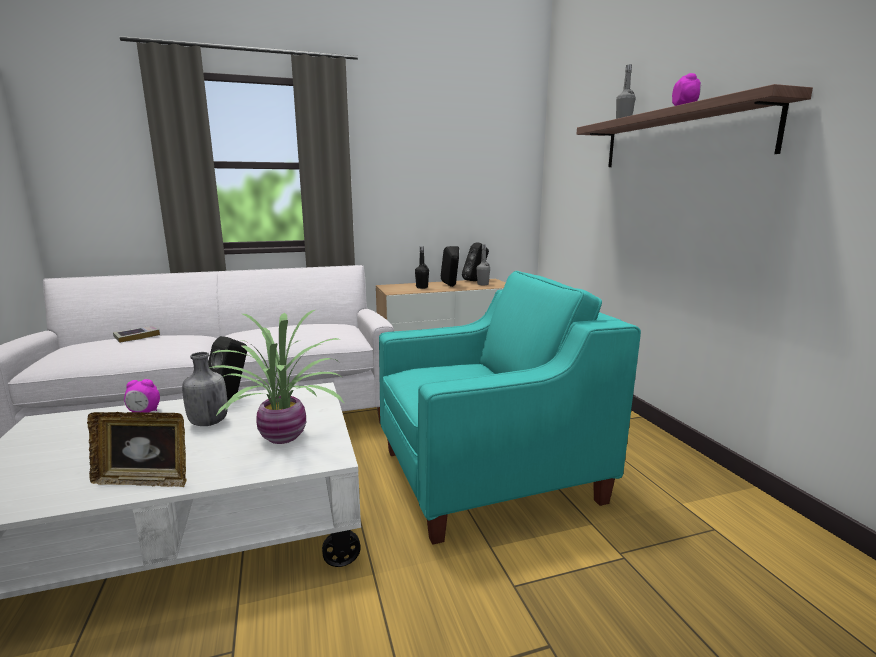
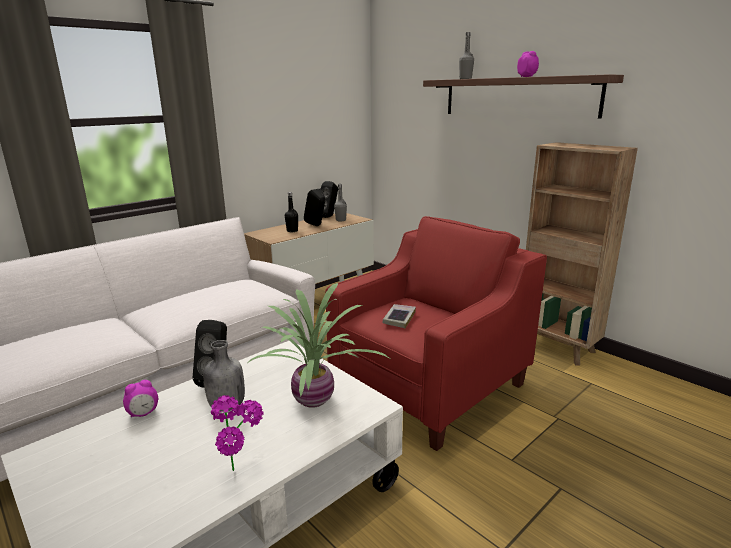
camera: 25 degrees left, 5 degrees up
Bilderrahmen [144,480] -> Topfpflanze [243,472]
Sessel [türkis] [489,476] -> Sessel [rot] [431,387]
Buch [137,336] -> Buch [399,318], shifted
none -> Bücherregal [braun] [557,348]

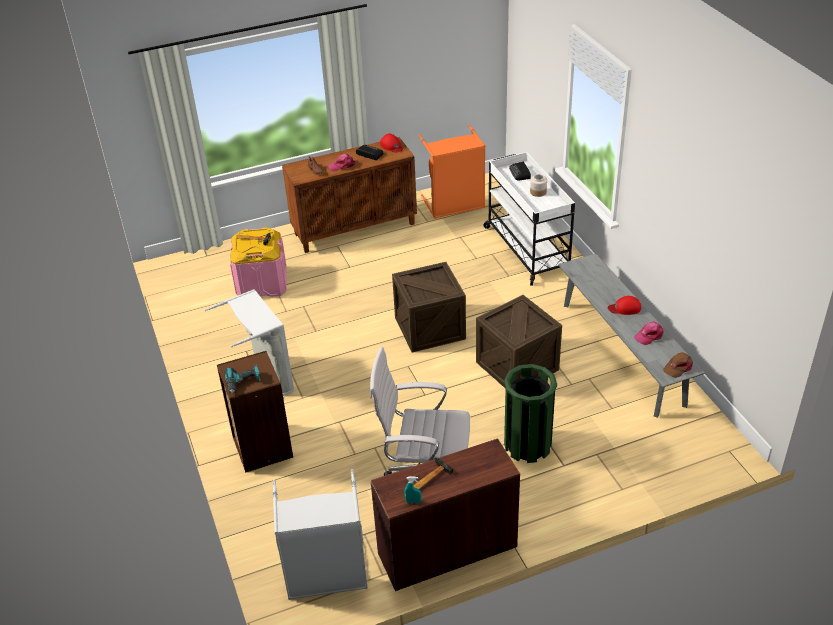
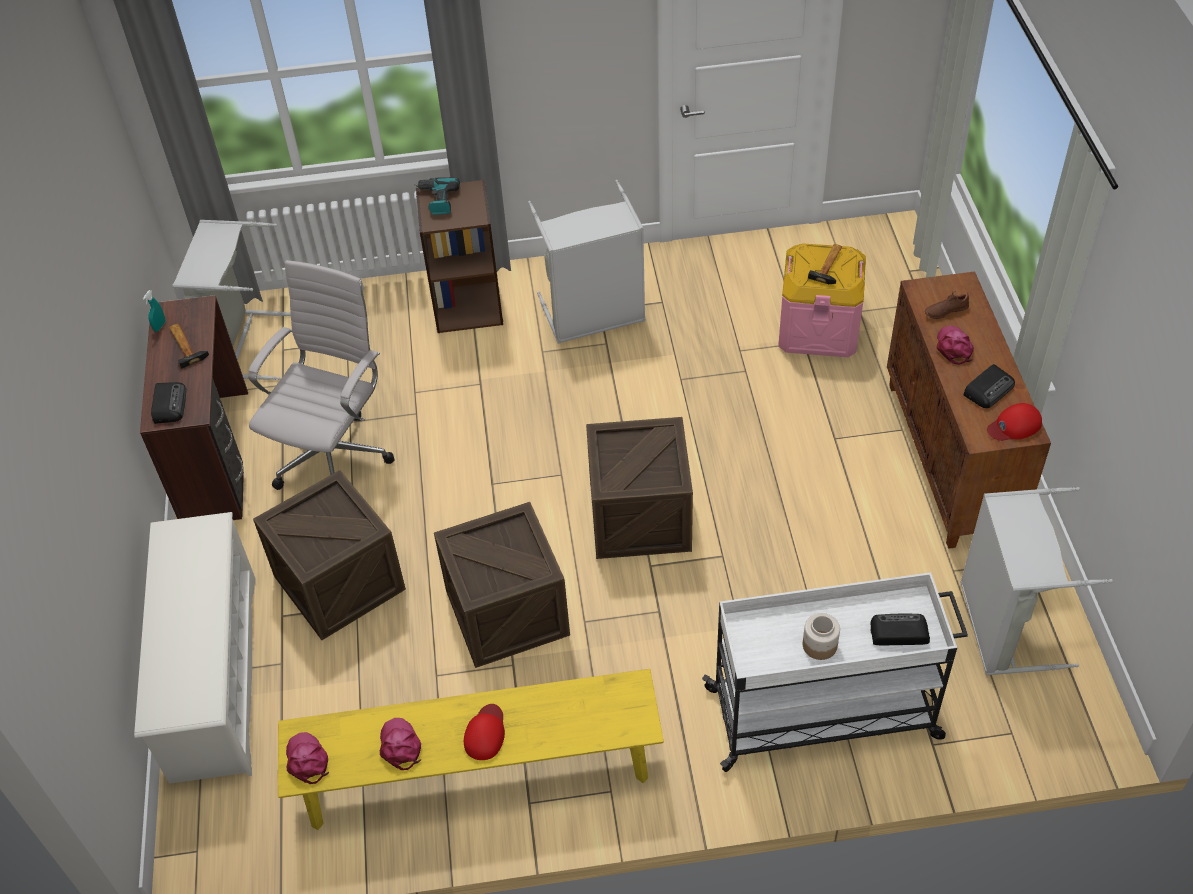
camera: 105 degrees right, 10 degrees up
none -> Schuhregal [weiß] [214,677]
none -> Radio [169,404]
Mülleimer [grün] [527,445] -> Kiste [339,582]
Bank [grau] [622,353] -> Bank [gelb] [478,776]
Kappe [braun] [678,367] -> Kappe [rosa] [307,760]
Wäschekorb [orange] [454,205] -> Wäschekorb [grau] [1002,626]

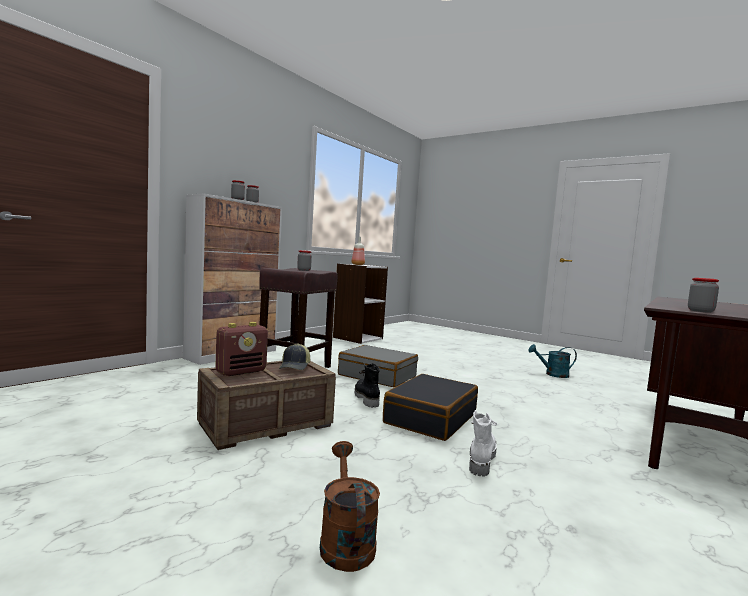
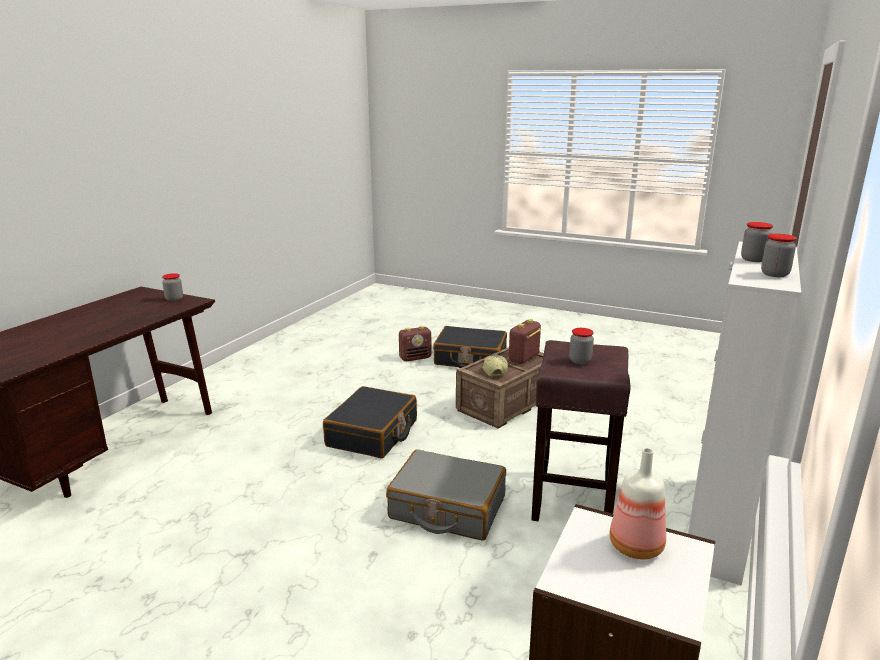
camera: 170 degrees right, 15 degrees up
Gießkanne [braun] [345,540] -> Radio [415,358]
none -> Koffer [schwarz] [470,359]
Stiefel [schwarz] [365,398] -> none
Stiefel [weiß] [480,459] -> none
Gießkanne [türkis] [552,374] -> none

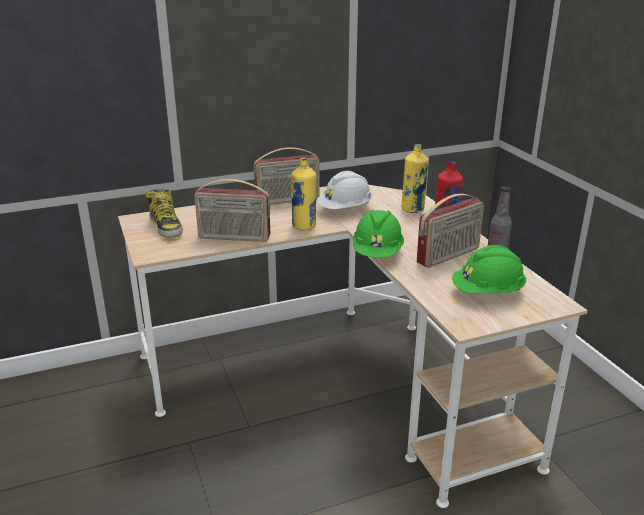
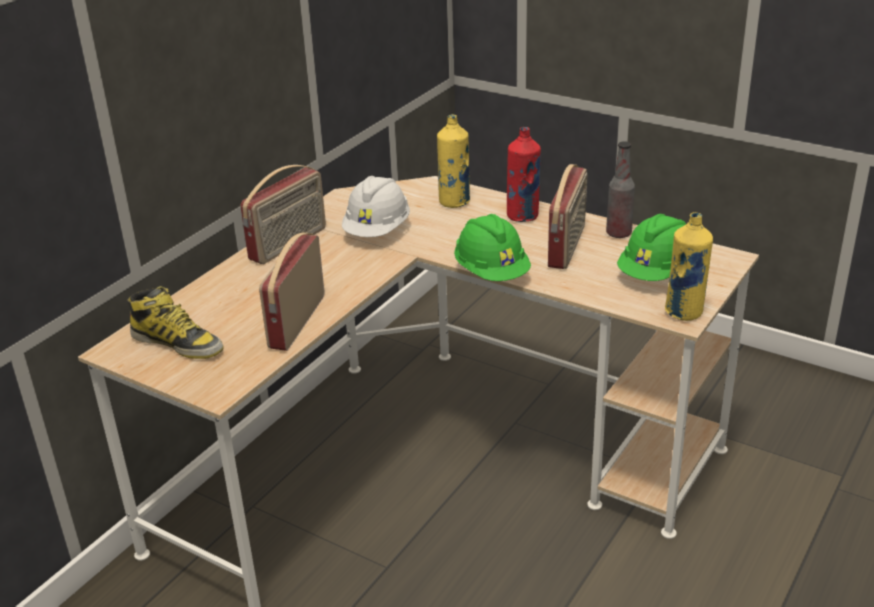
camera: 35 degrees left, 5 degrees up
Radio [234,238] -> Radio [296,322], 135 degrees clockwise
Flasche [gelb] [304,226] -> Flasche [gelb] [684,312], shifted

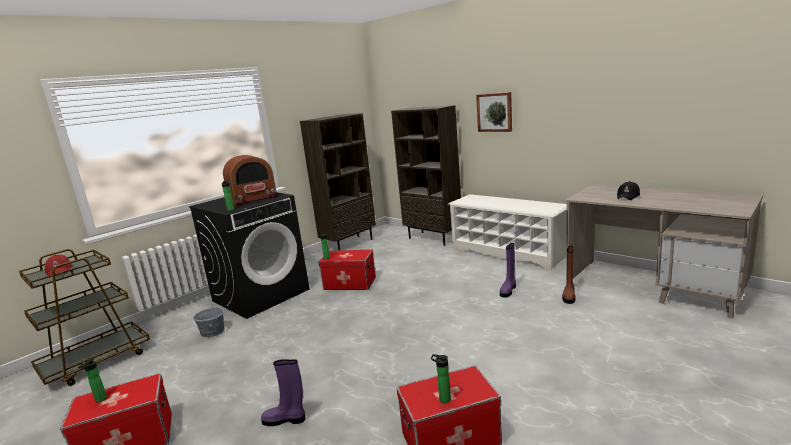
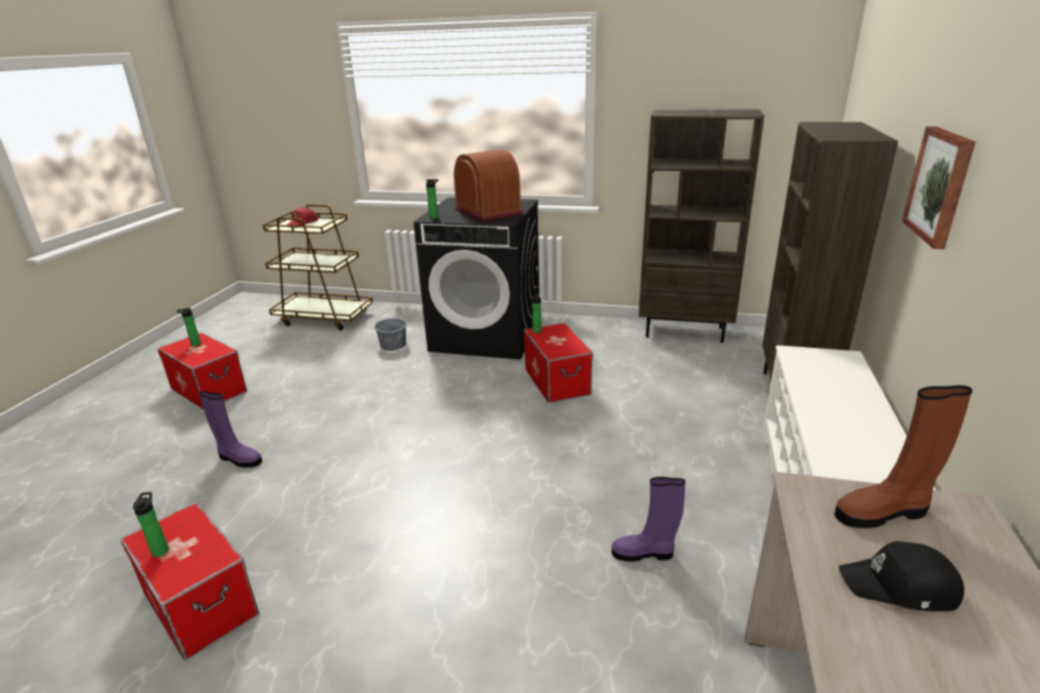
camera: 60 degrees right, 10 degrees up
Stiefel [lila] [285,420] -> Stiefel [lila] [238,459], 135 degrees clockwise
Radio [252,198] -> Radio [488,212], 150 degrees counterclockwise
Stiefel [braun] [569,296] -> Stiefel [braun] [883,513], shifted

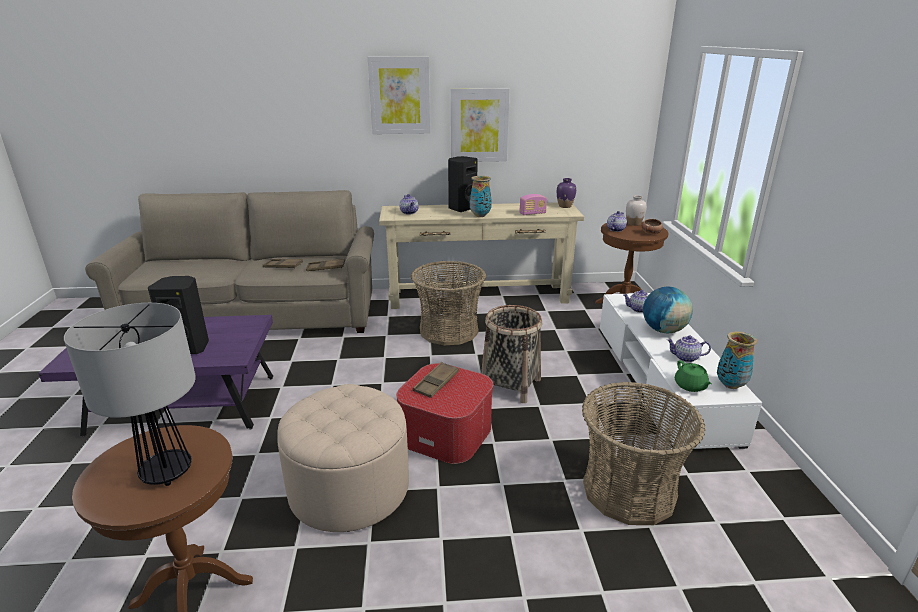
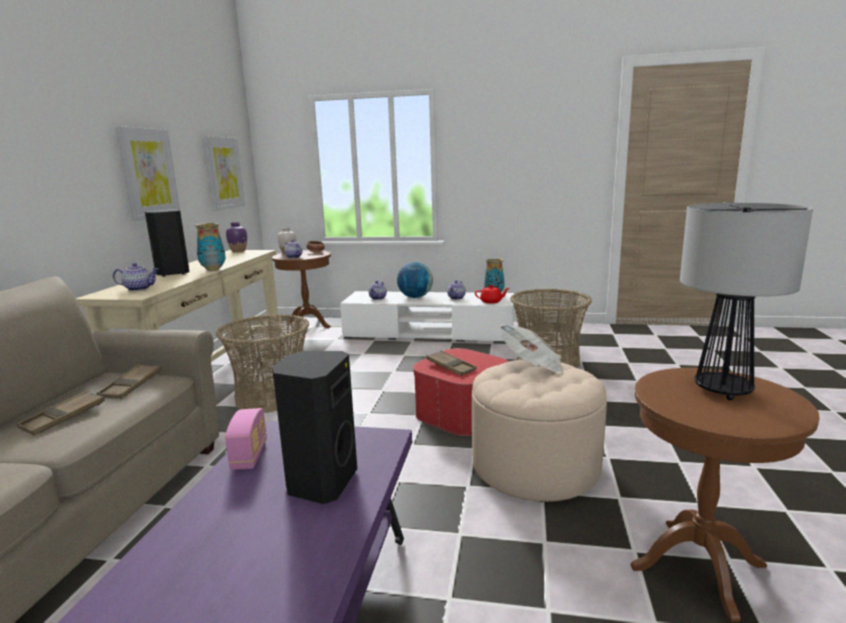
camera: 75 degrees left, 10 degrees down
Bild [399,96] -> Bild [223,173], shifted
Radio [532,213] -> Radio [249,455], shifted
Teekanne [grün] [690,386] -> Teekanne [rot] [491,301]
none -> Zeitung [532,365]
Korb [511,385] -> none

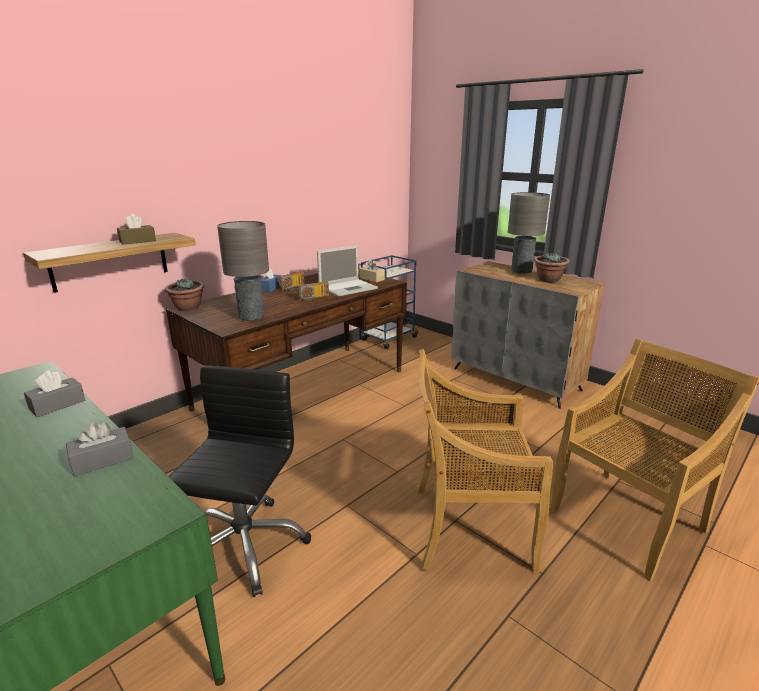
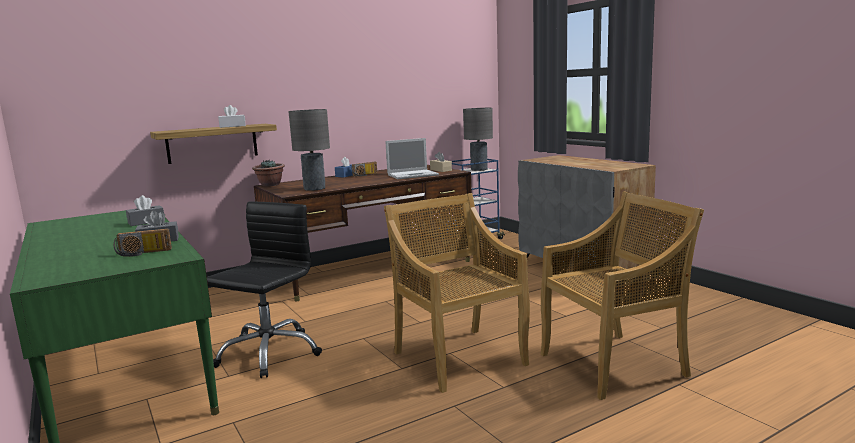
camera: 15 degrees right, 10 degrees down
Radio [313,298] -> Radio [143,253], shifted
Taschentuchbox [braun] [137,241] -> Taschentuchbox [weiß] [232,126]
Stuhl [beige] [469,528] -> Stuhl [beige] [458,357], 45 degrees clockwise
Tischlampe [grau] [521,271] -> Tischlampe [grau] [478,169], shifted
Topfpflanze [549,280] -> none

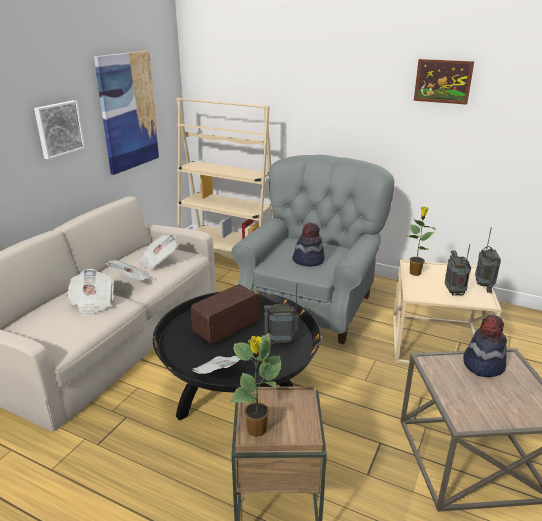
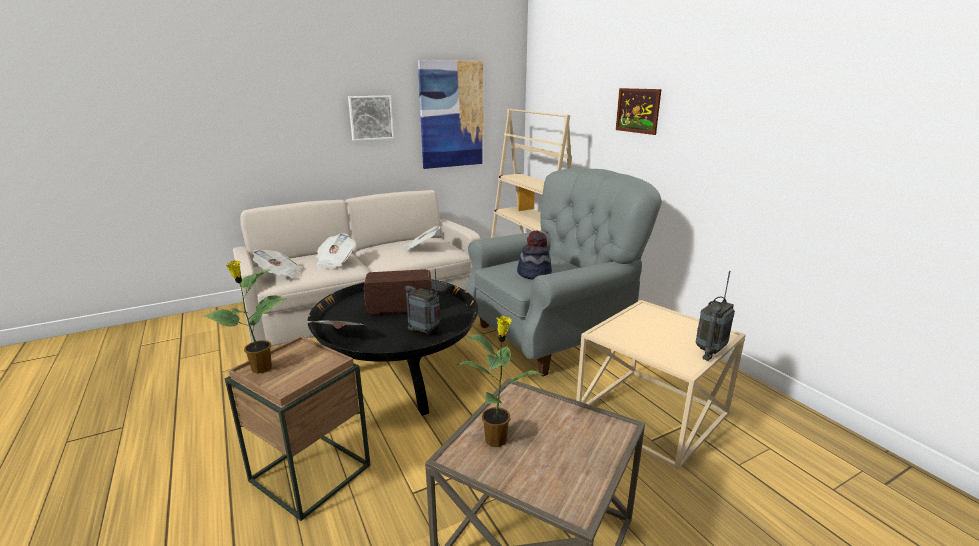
camera: 35 degrees right, 5 degrees down
Zeitung [132,281] -> Zeitung [280,275], shifted
Topfpflanze [415,272] -> Topfpflanze [497,439], shifted
Bild [443,81] -> Bild [638,110], shifted
Radio [454,292] -> none
Hut [483,364] -> none

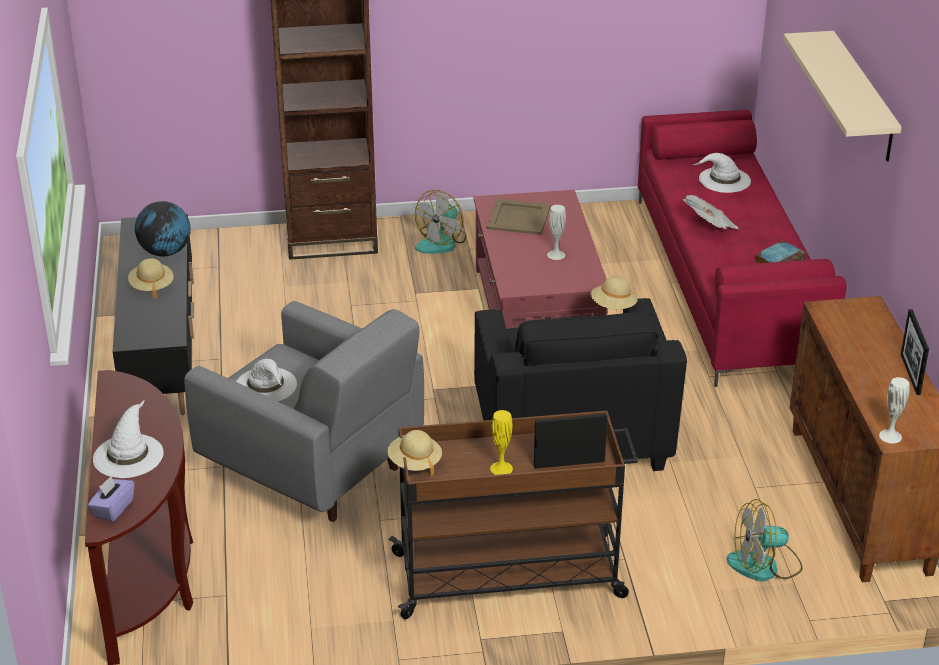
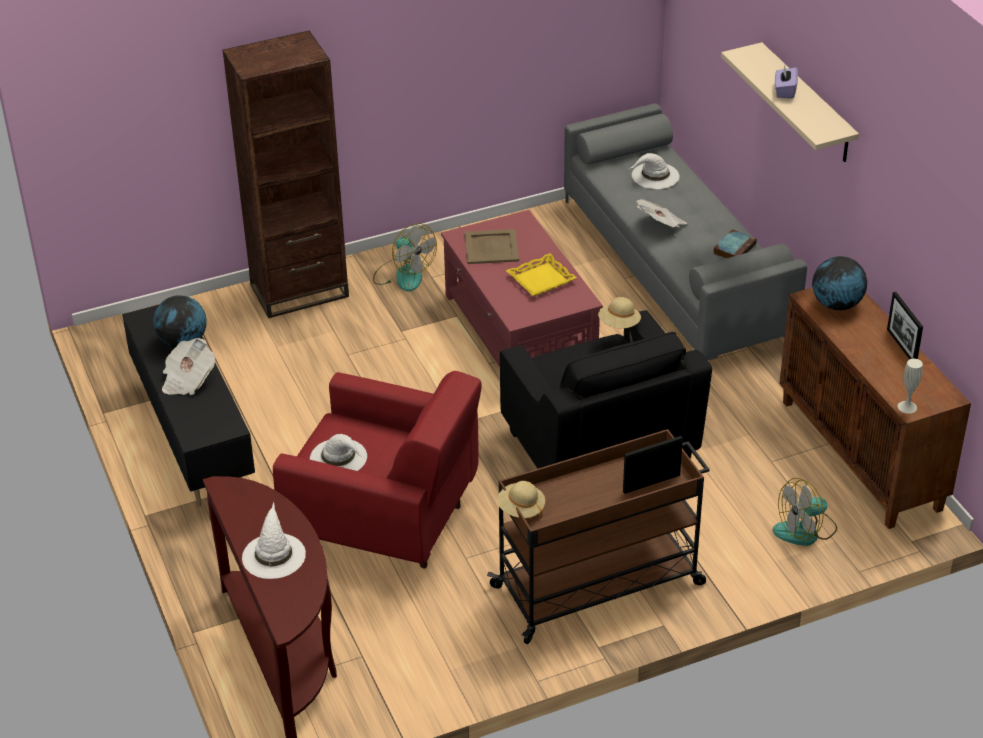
camera: 15 degrees left, 5 degrees up
Hut [beige] [151,286] -> Zeitung [187,380]
Sessel [grau] [314,469] -> Sessel [rot] [386,522]
Ventilator [442,242] -> Ventilator [403,275], 60 degrees counterclockwise
Vase [weiß] [556,255] -> Tablett [gelb] [541,279]
Sofa [rot] [729,284] -> Sofa [grau] [676,271]
Taschentuchbox [lila] [113,509] -> Taschentuchbox [lila] [784,91], shifted
none -> Globus [836,305]
Vase [gelb] [501,468] -> none

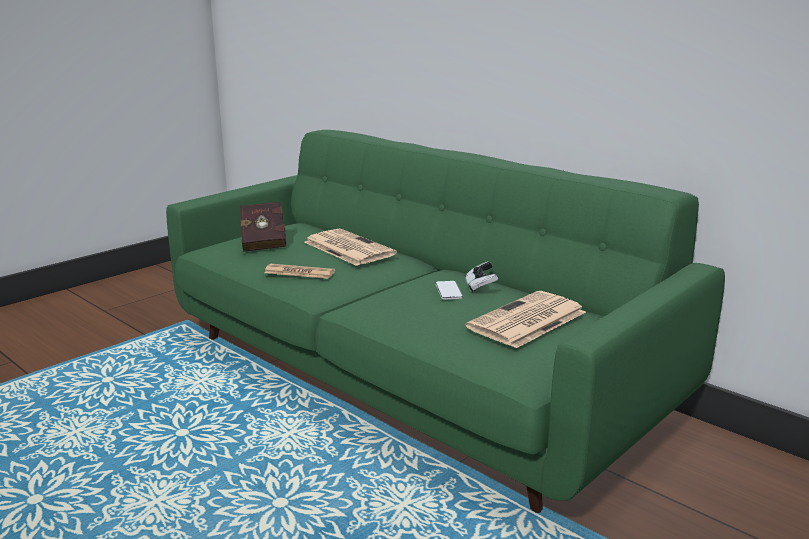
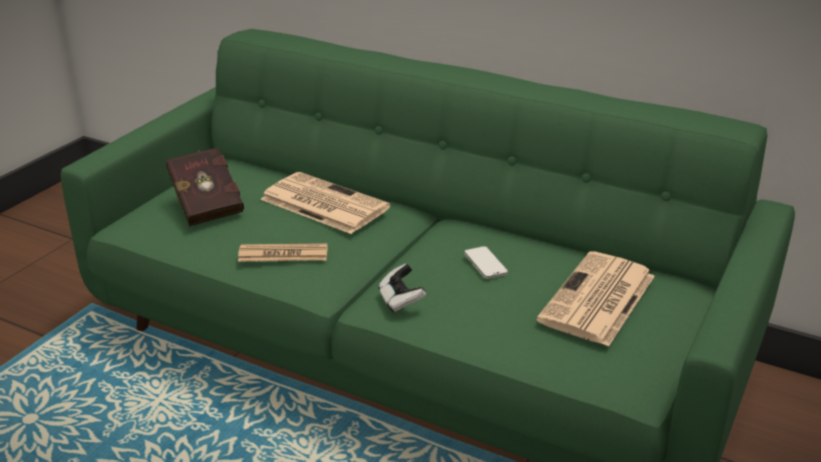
camera: 15 degrees left, 10 degrees up
Gamepad [480,287] -> Gamepad [400,301], shifted

